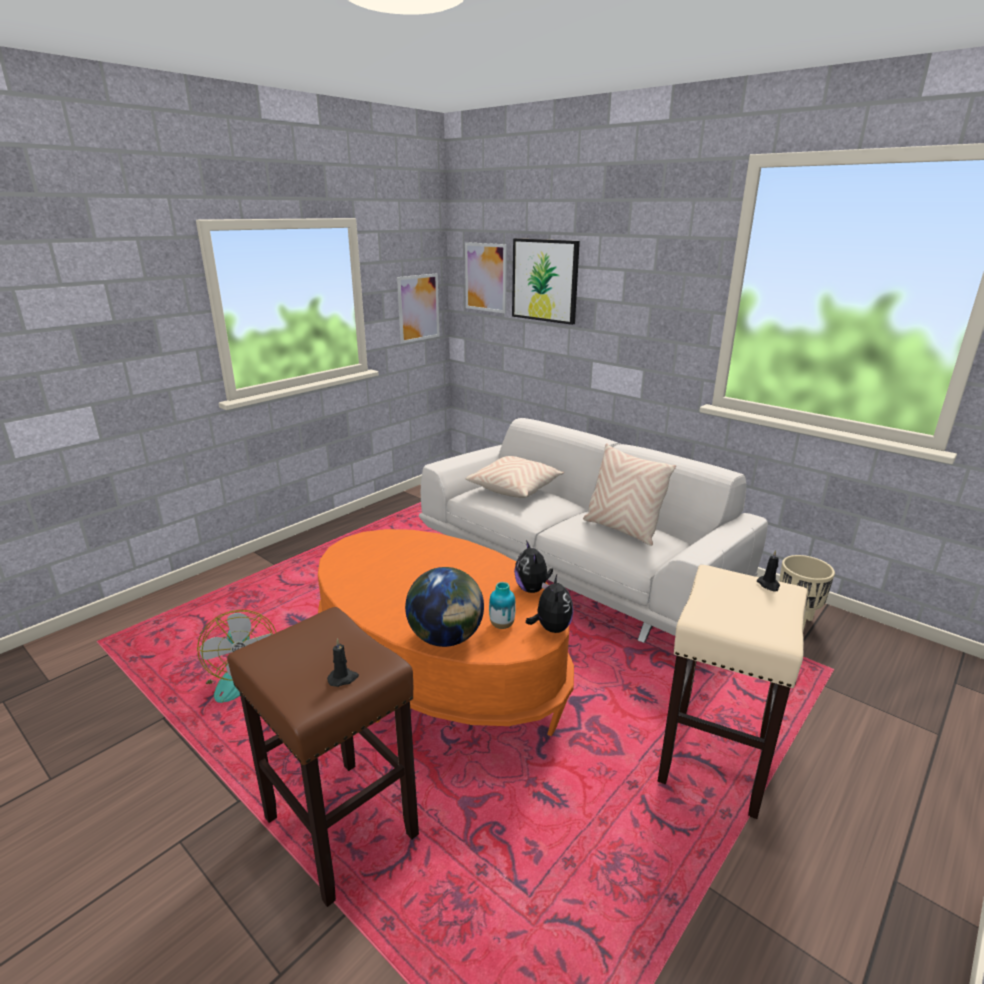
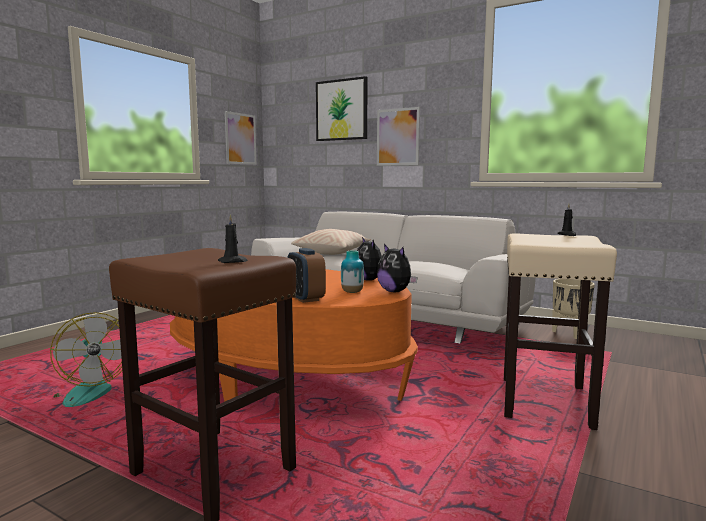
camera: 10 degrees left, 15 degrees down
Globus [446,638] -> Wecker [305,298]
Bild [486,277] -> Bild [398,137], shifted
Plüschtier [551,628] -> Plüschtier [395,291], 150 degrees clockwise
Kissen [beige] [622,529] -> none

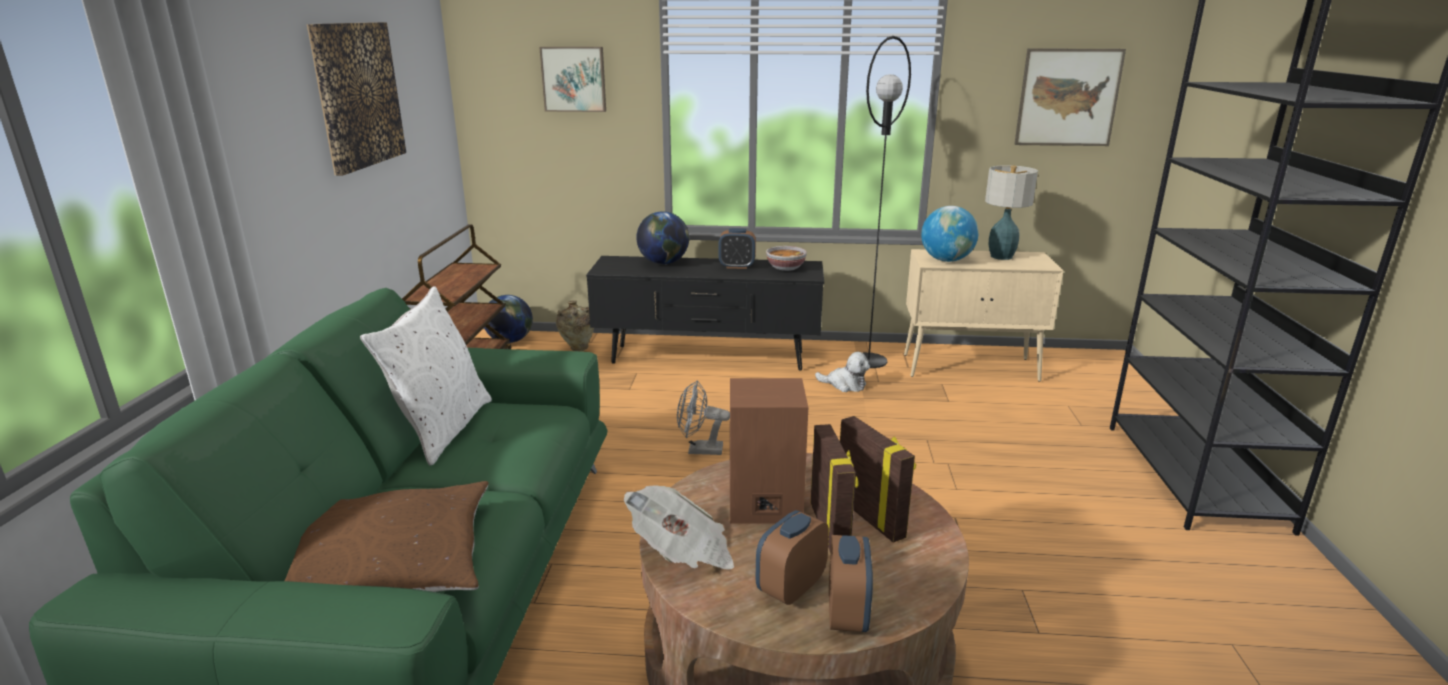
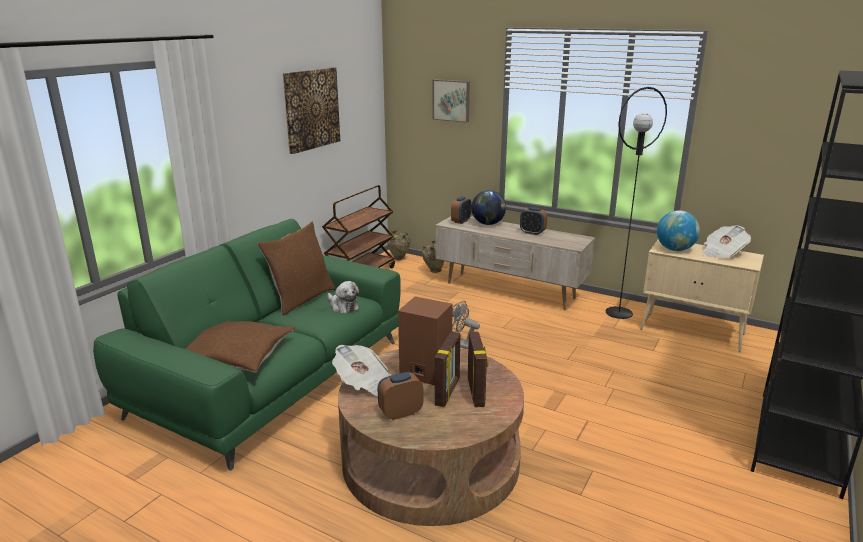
camera: 25 degrees right, 0 degrees up
Kissen [weiß] [441,429] -> Kissen [braun] [301,299]
Plüschtier [845,385] -> Plüschtier [343,306], shifted
Globus [510,341] -> Vase [beige] [399,259]
Fernsehschrank [schwarz] [708,358] -> Fernsehschrank [beige] [509,291]
Wecker [847,615] -> Wecker [461,221], shifted
Tischlampe [1001,257] -> Zeitung [722,253]
Schüssel [785,268] -> none
Bild [1068,97] -> none

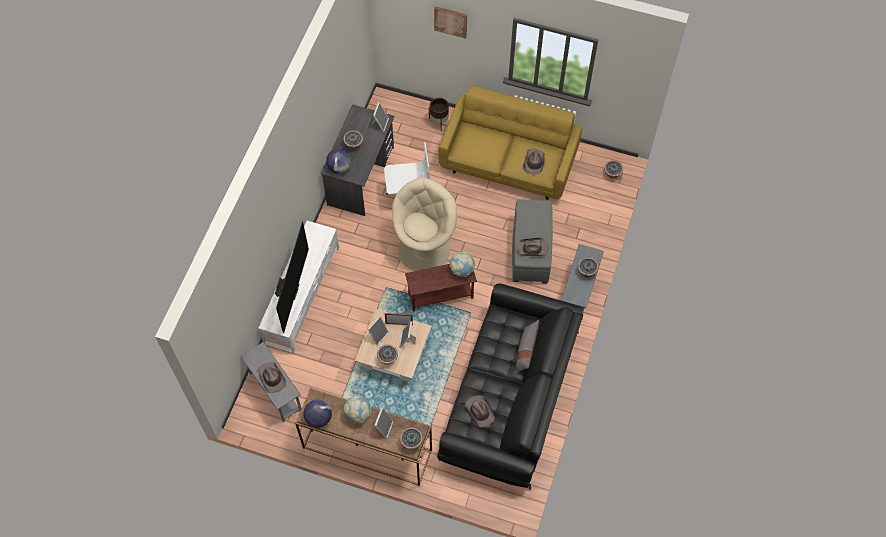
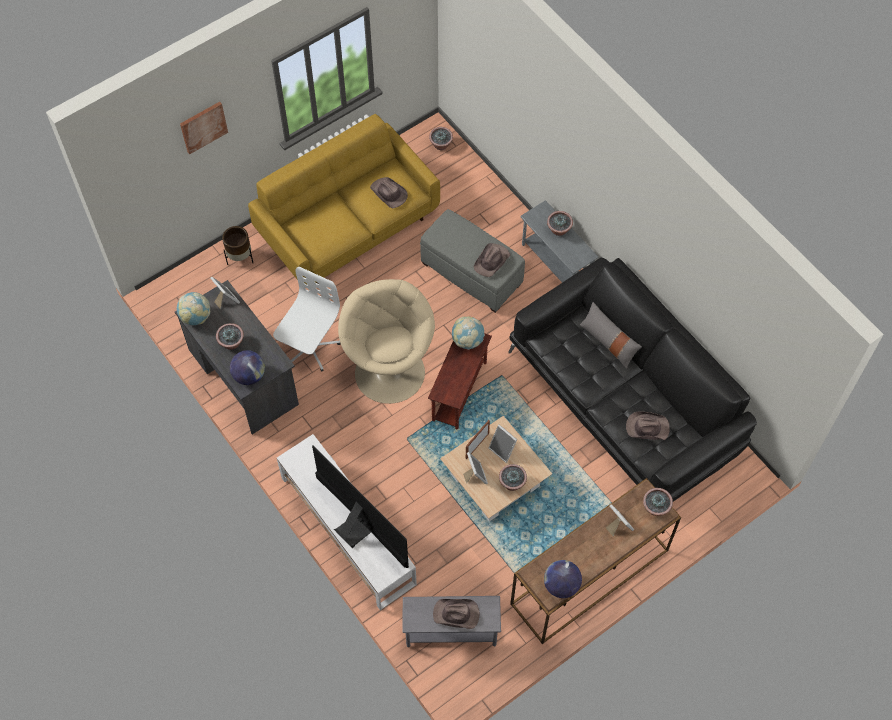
camera: 55 degrees left, 0 degrees up
Globus [358,414] -> Globus [195,317], shifted

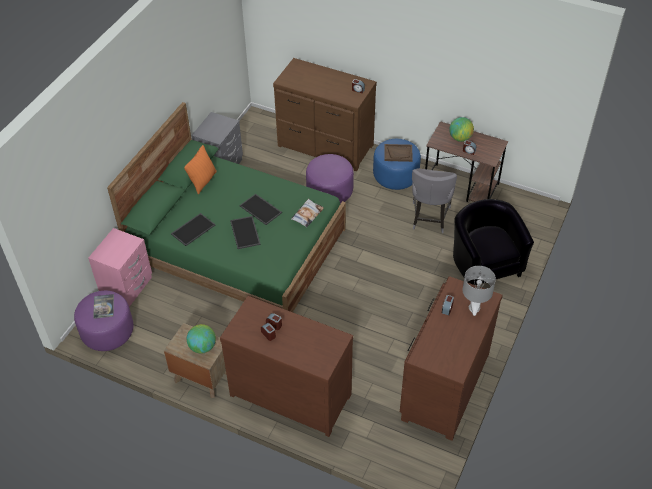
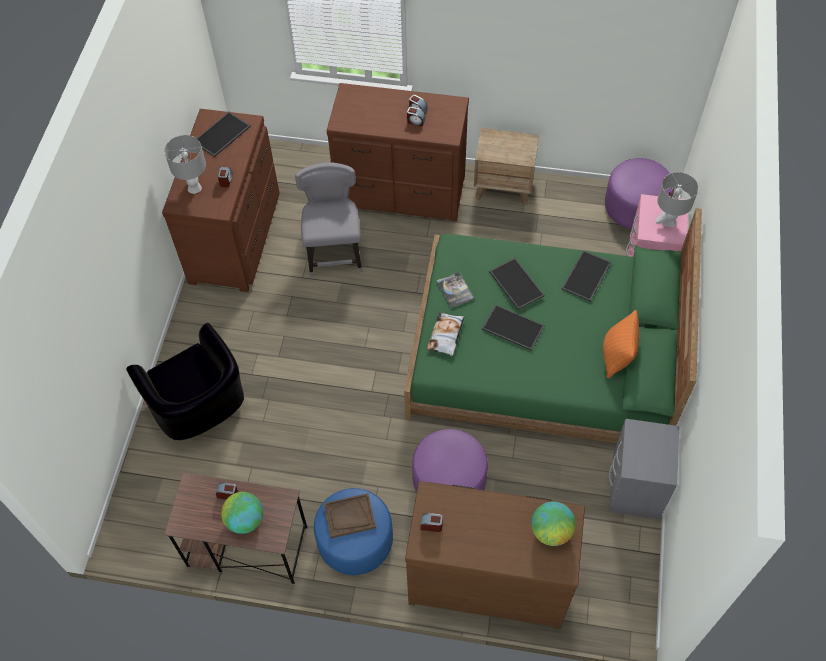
camera: 165 degrees right, 10 degrees up
none -> Tablett [222,135]
Stuhl [grau] [429,218] -> Stuhl [grau] [335,253], shifted
Buch [103,306] -> Buch [455,290], shifted
Globus [202,347] -> Globus [551,531], shifted
none -> Tischlampe [grau] [668,222]

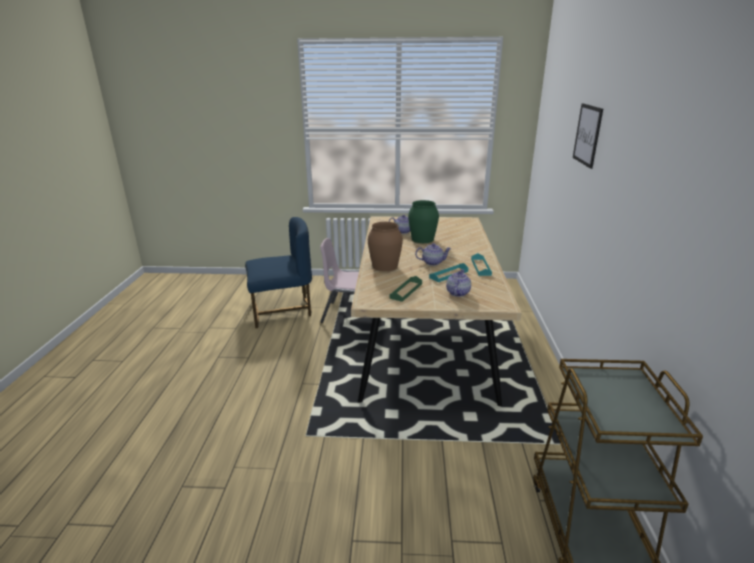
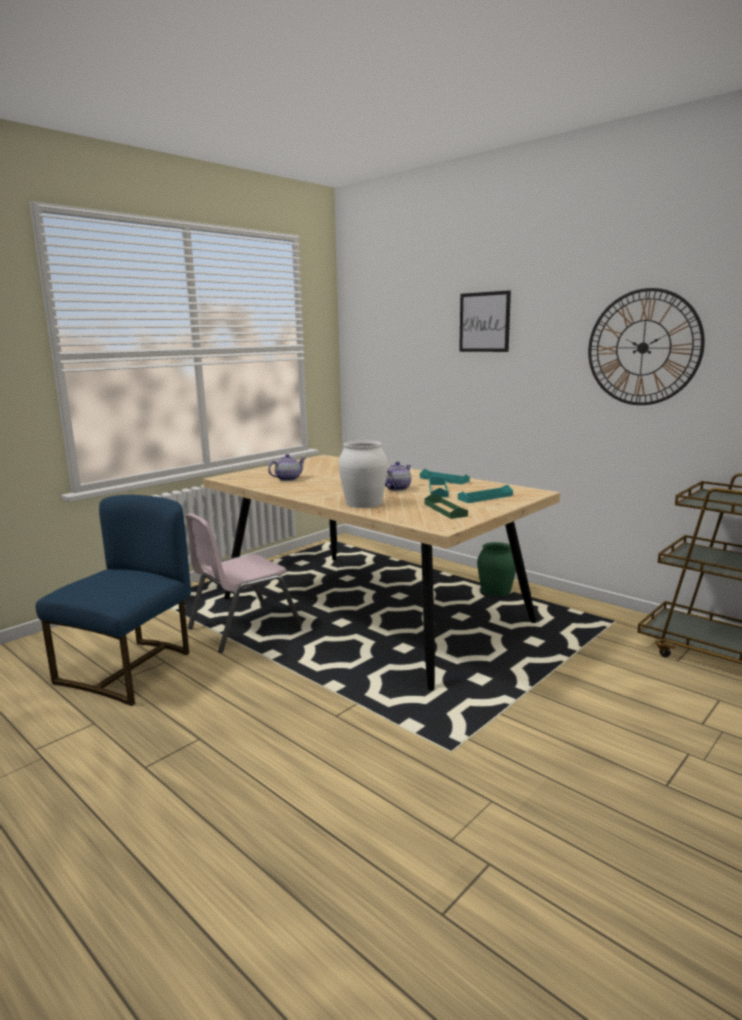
camera: 50 degrees left, 10 degrees down
Vase [braun] [385,266] -> Vase [weiß] [363,503]
Teekanne [457,293] -> Tablett [türkis] [485,497]
Vase [grün] [422,239] -> Vase [grün] [495,592], shifted
none -> Wanduhr [643,347]

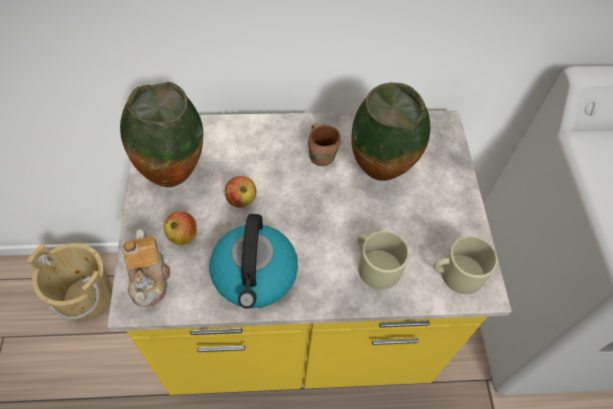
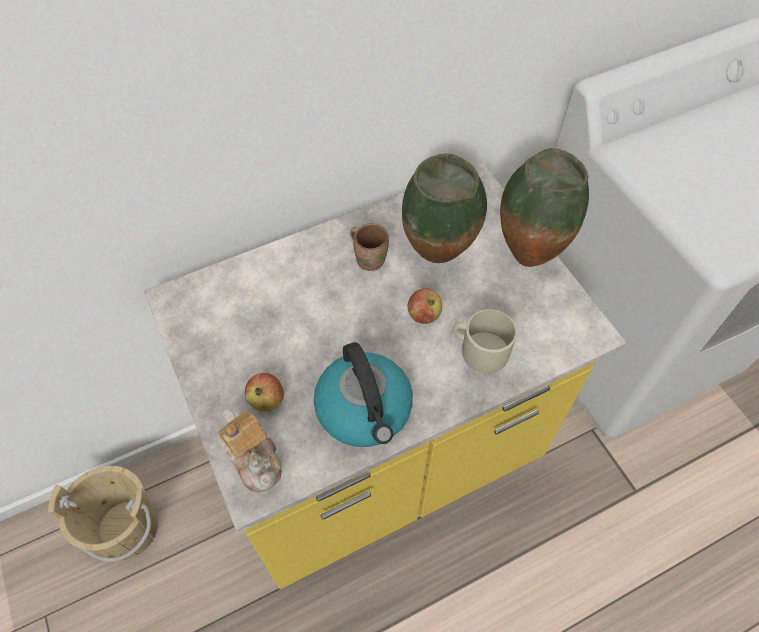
camera: 20 degrees left, 0 degrees up
Apfel [241,200] -> Apfel [424,315], shifted
Vase [174,176] -> Vase [527,255], shifted
Henkelbecher [beige] [456,274] -> none

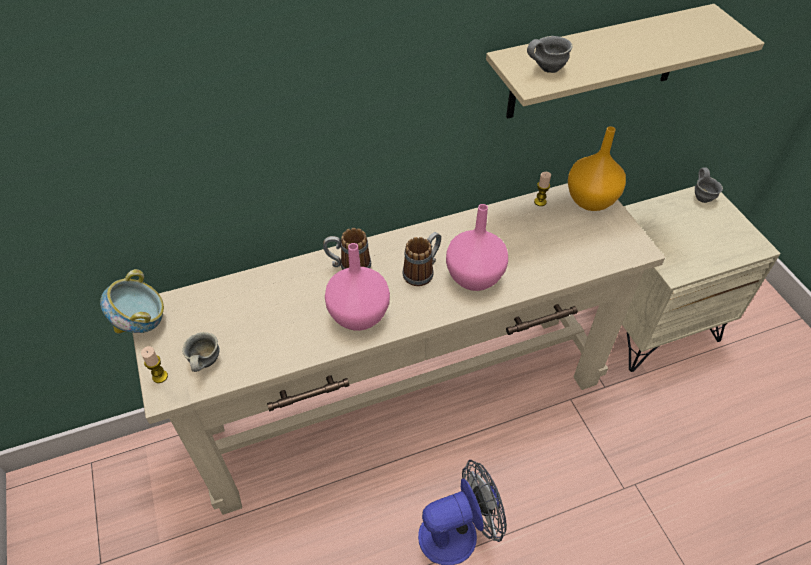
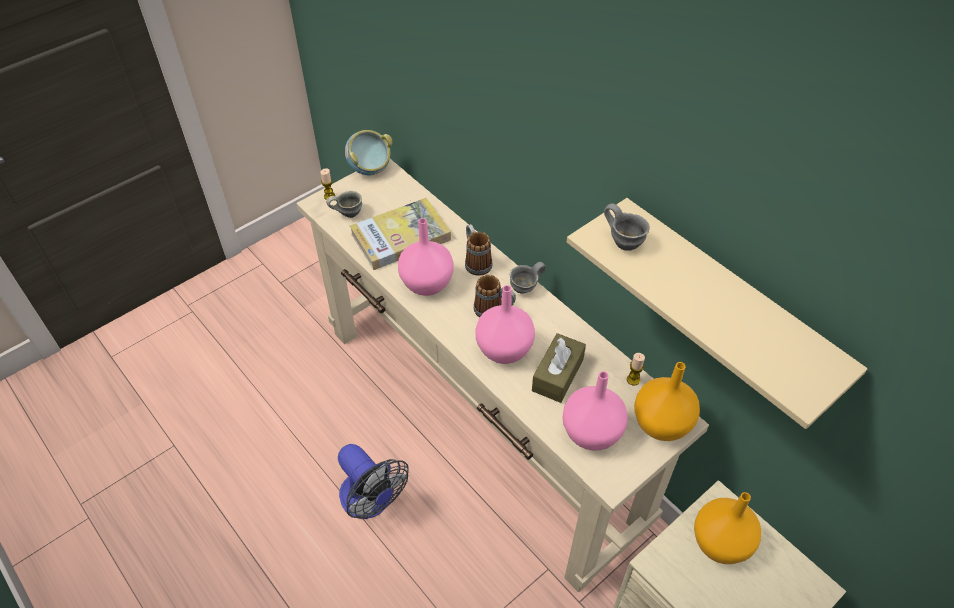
camera: 70 degrees right, 0 degrees up
none -> Buch [400,237]
Henkelbecher [grau] [703,197] -> Henkelbecher [grau] [526,289], shifted
none -> Taschentuchbox [braun] [557,375]
none -> Vase [rosa] [591,434]
none -> Vase [orange] [720,542]

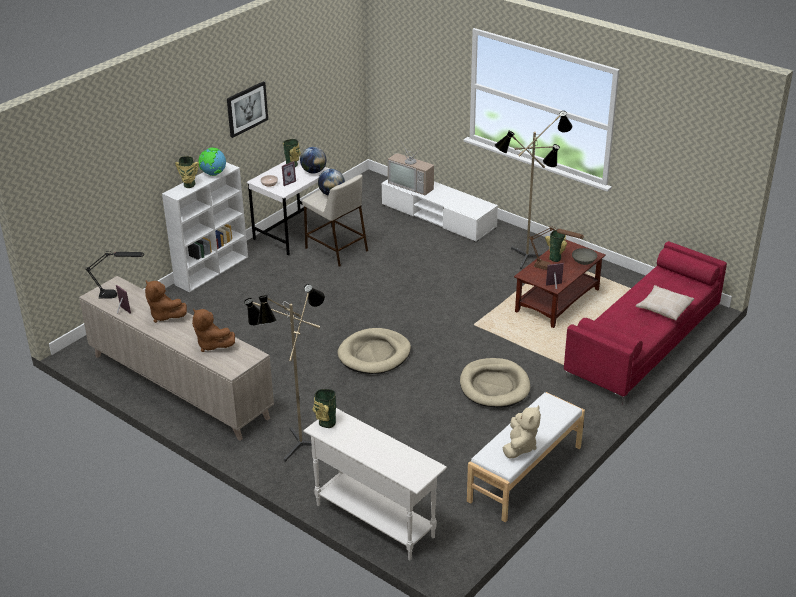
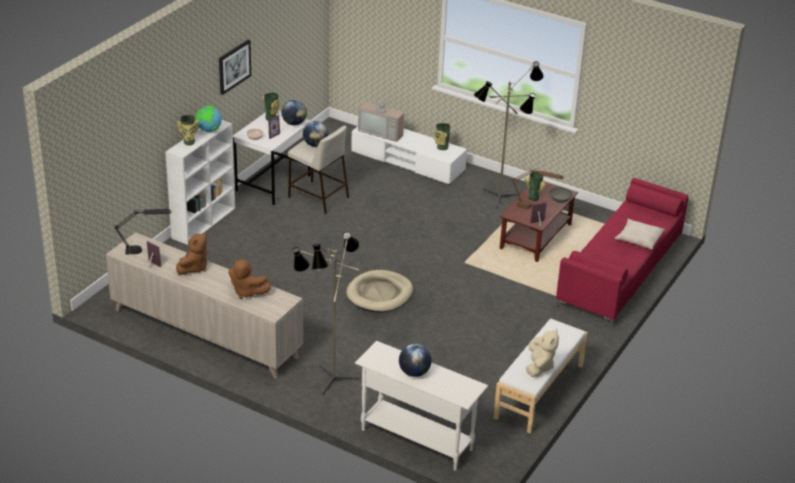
camera: 10 degrees left, 0 degrees up
Plüschtier [braun] [164,316] -> Plüschtier [braun] [194,267], 90 degrees counterclockwise
none -> Globus [414,373]
Vase [326,422] -> Vase [441,147], shifted
Hundebett [beige] [494,386] -> none

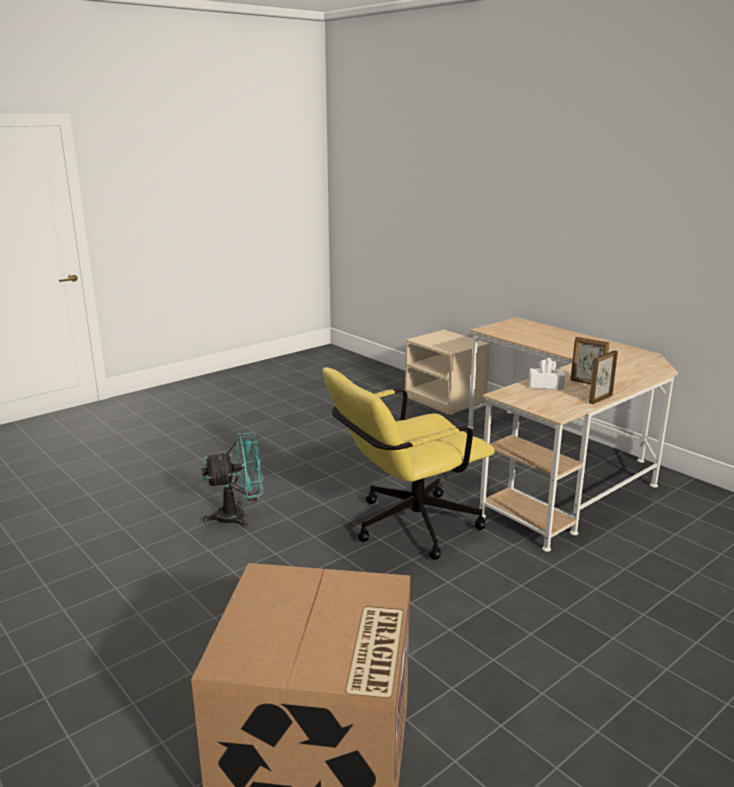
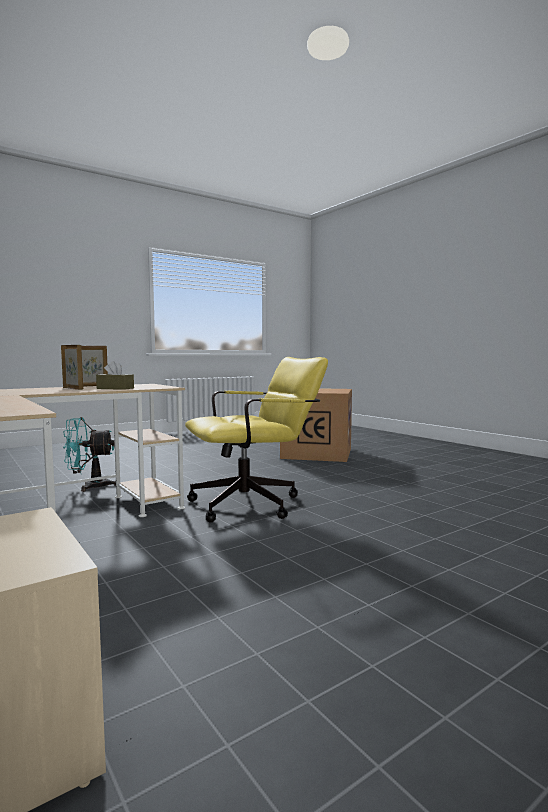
camera: 175 degrees left, 15 degrees down
Ventilator [türkis] [238,516] -> Ventilator [türkis] [89,486], shifted
Taschentuchbox [weiß] [546,385] -> Taschentuchbox [braun] [115,388]

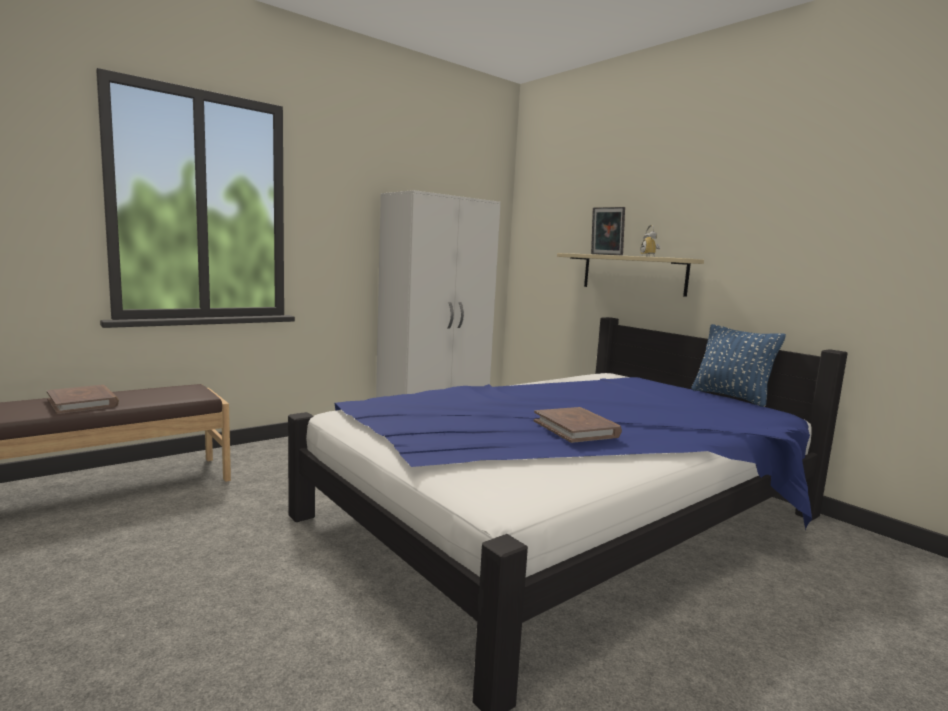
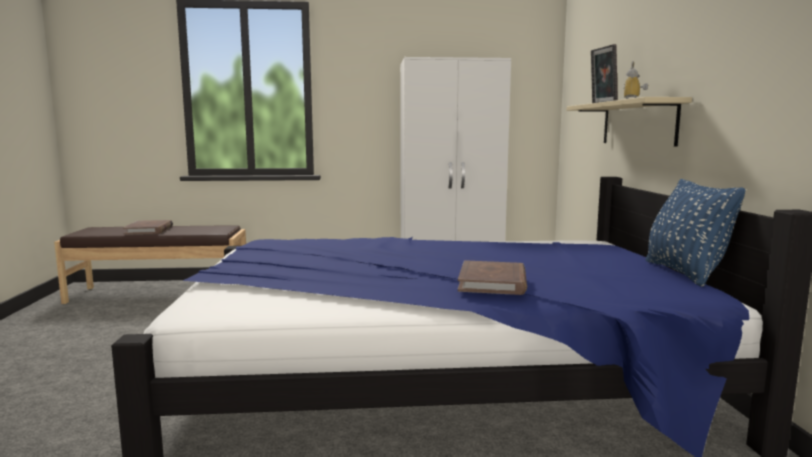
camera: 35 degrees right, 0 degrees up
Buch [braun] [576,428] -> Buch [braun] [493,282], shifted

